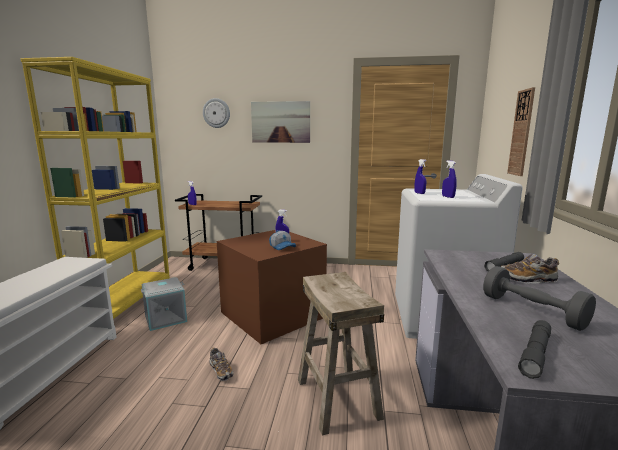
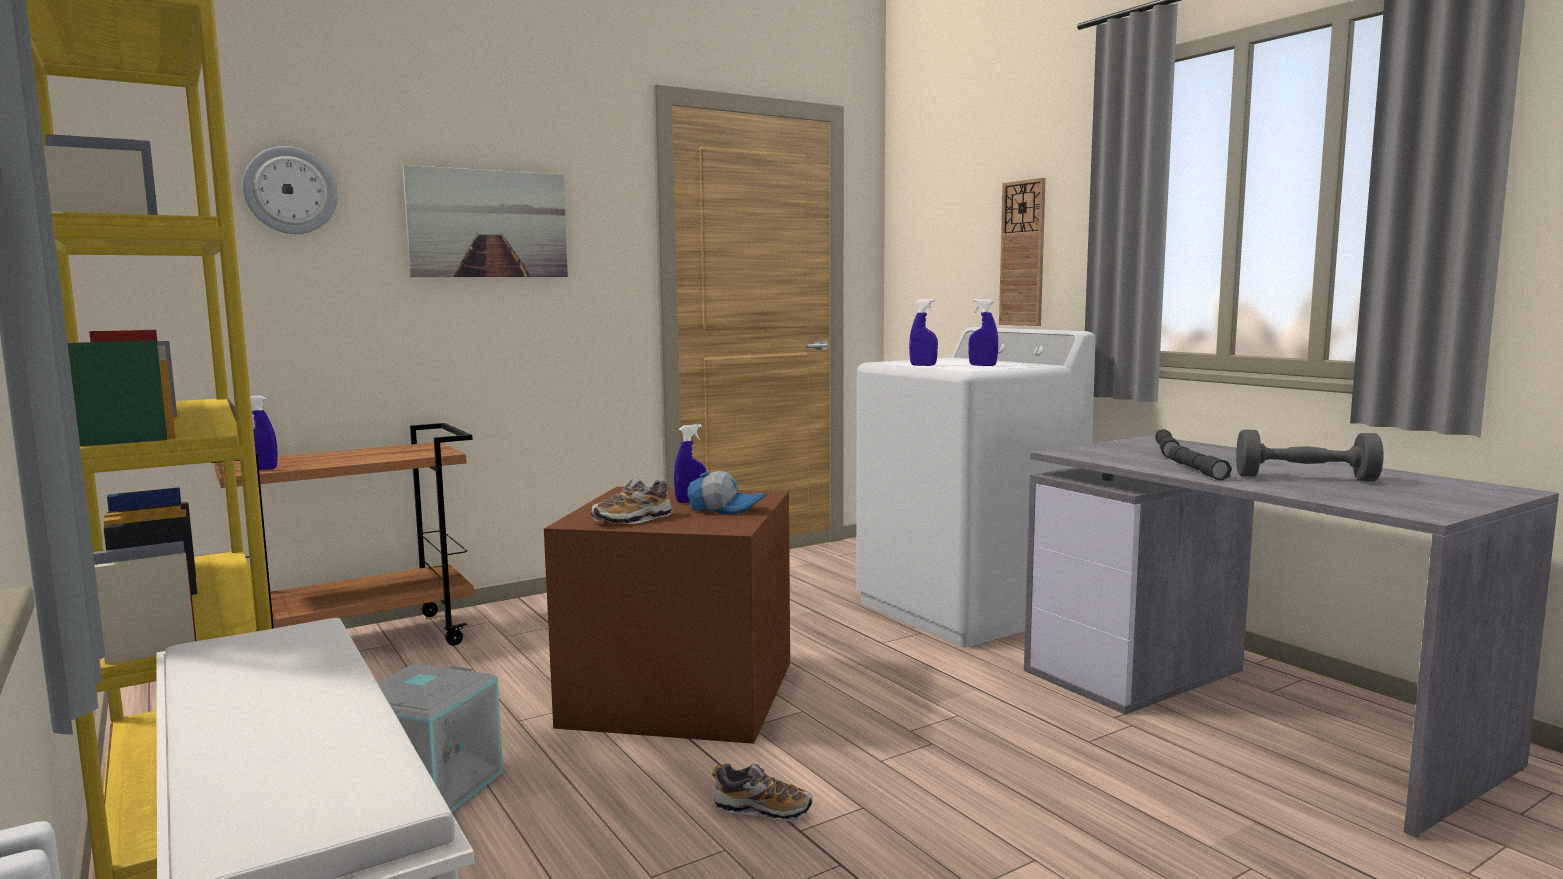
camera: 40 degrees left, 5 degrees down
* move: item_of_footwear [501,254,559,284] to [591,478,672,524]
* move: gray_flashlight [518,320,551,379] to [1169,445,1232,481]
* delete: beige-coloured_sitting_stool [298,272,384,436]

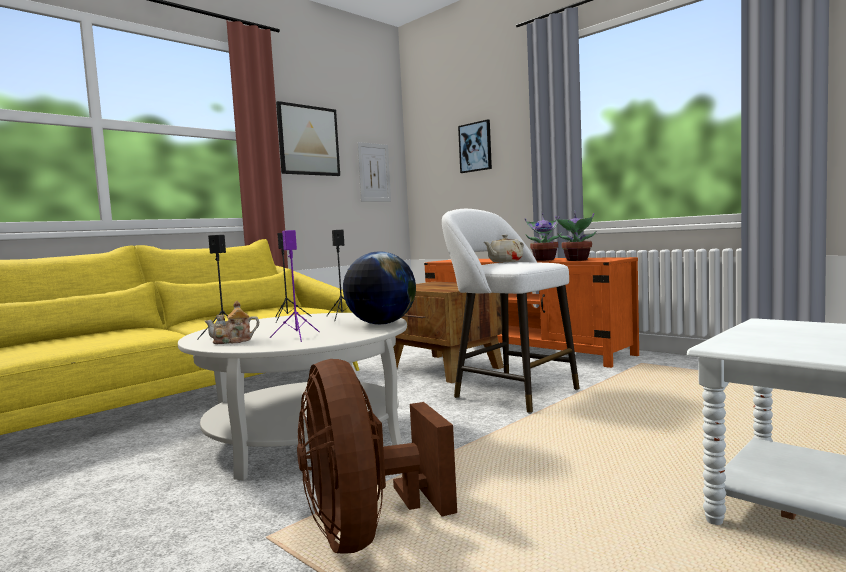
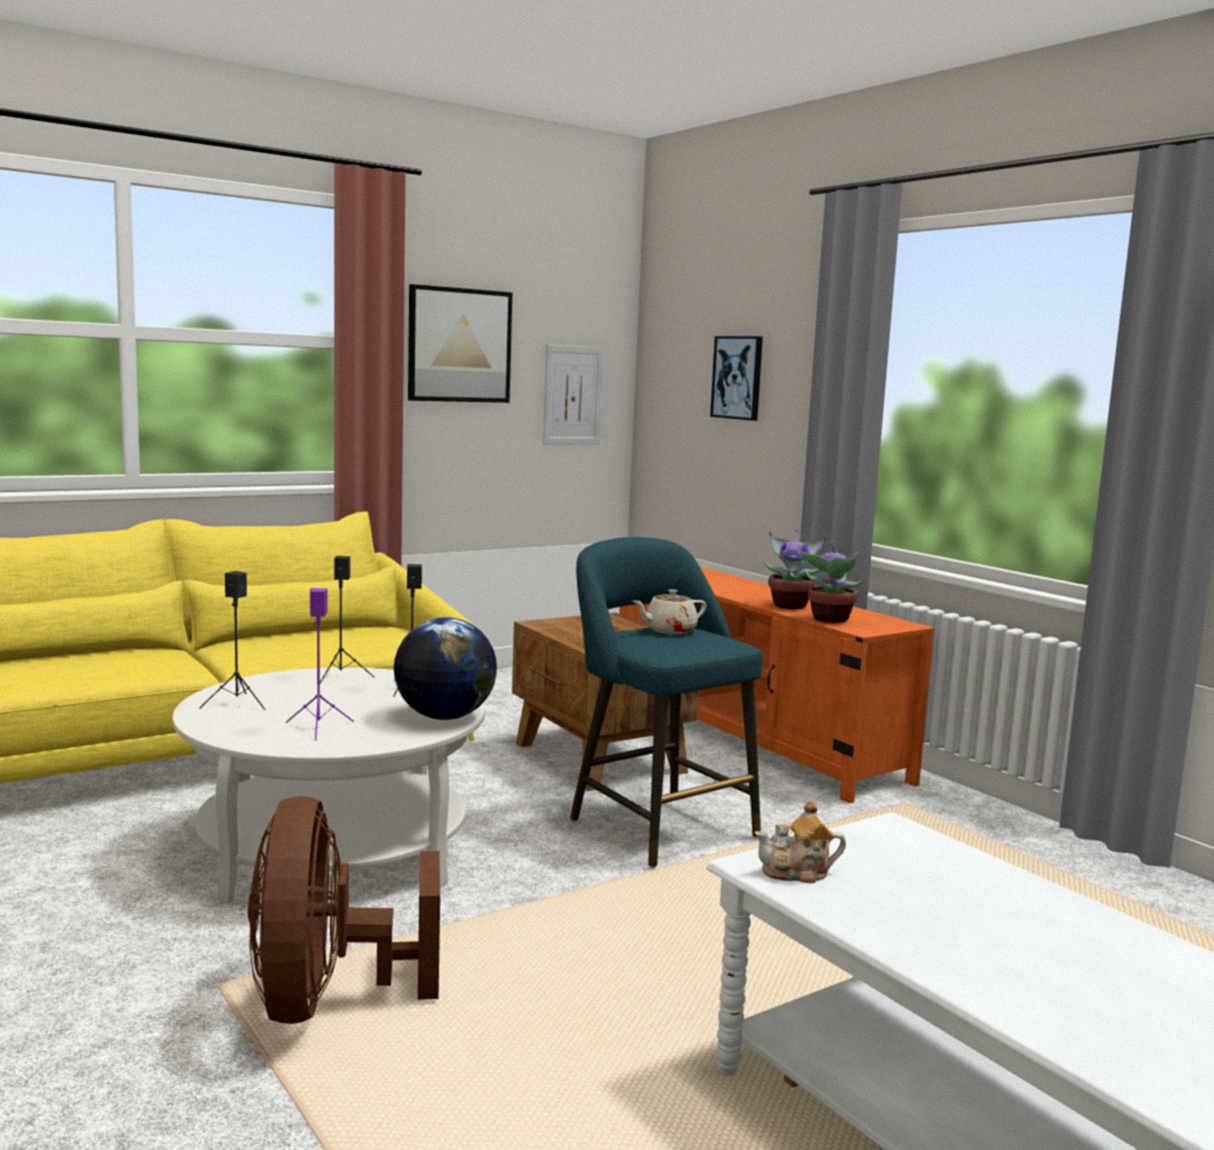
camera: 10 degrees right, 5 degrees up
* recolor: white-coloured_sitting_stool [442,209,579,414] to turquoise_sitting_stool [570,537,762,868]
* move: teapot [205,301,259,344] to [754,801,846,883]

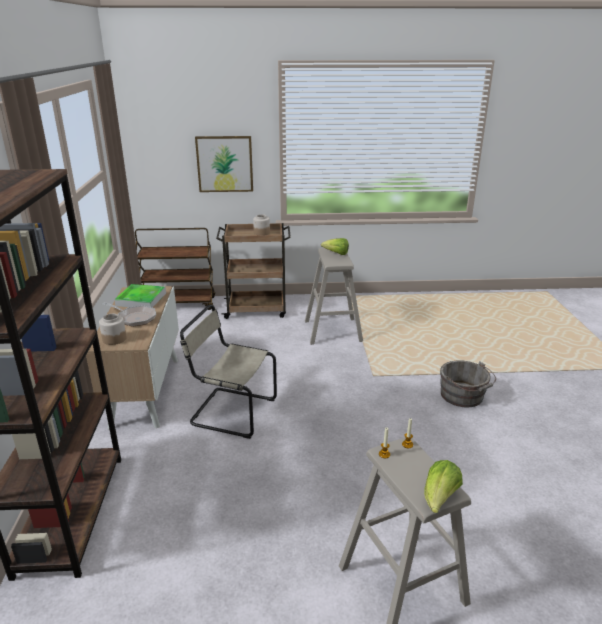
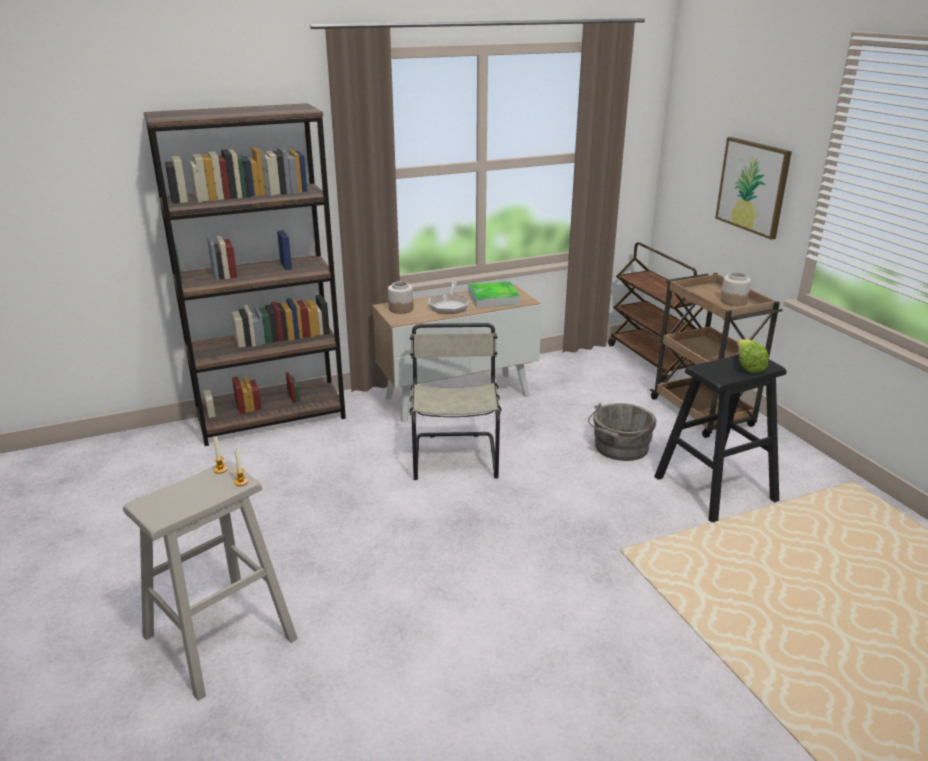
camera: 70 degrees right, 0 degrees up
* move: gray_bucket [440,360,496,407] to [588,403,656,461]
* recolor: beige-coloured_sitting_stool [305,248,363,345] to black_sitting_stool [654,354,786,522]
* delete: head_of_lettuce [424,460,463,513]

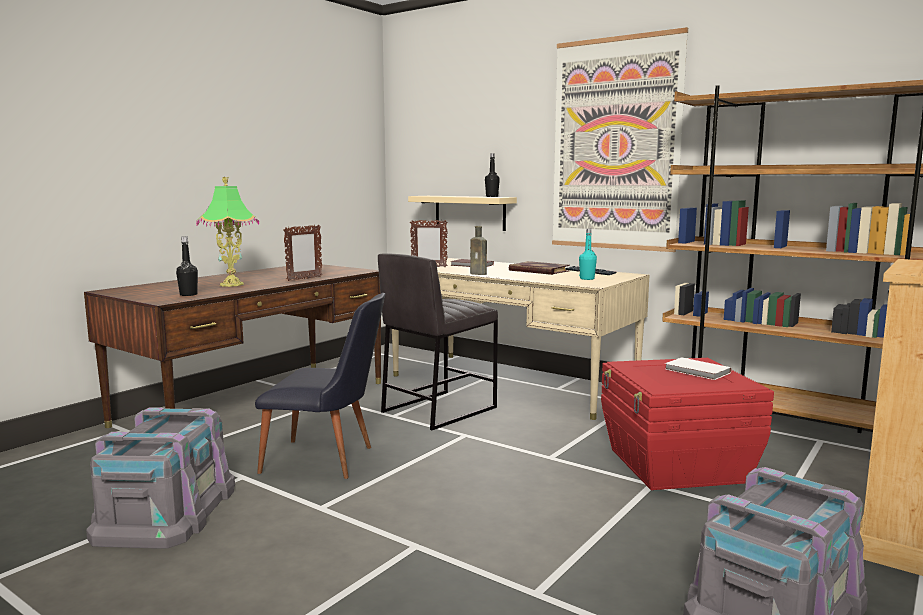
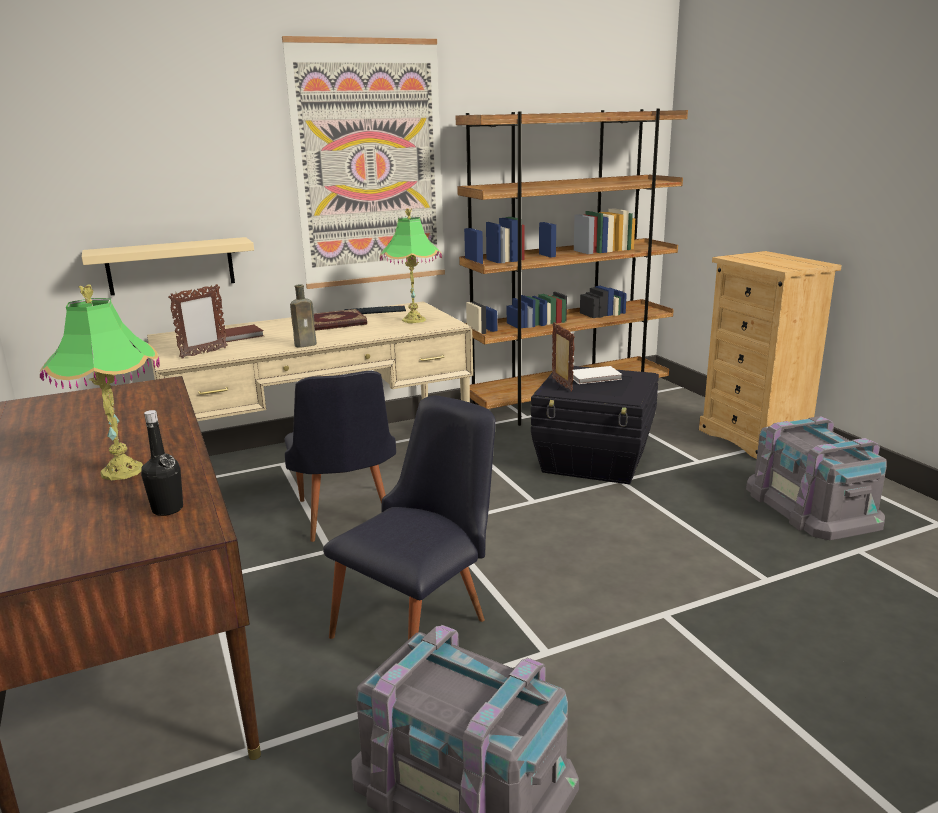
camera: 60 degrees left, 10 degrees up
* replace: gray_sitting_stool [378,253,498,430] to black_chair [285,371,396,542]
* replace: turquoise_beverage_bottle [579,228,597,280] to tabletop_lamp [380,208,442,323]
* recolor: red-coloured_storage_box [601,358,774,490] to black_storage_box [531,366,659,484]
* move: standing_frame [283,225,322,281] to [552,322,575,392]
* delete: black_beverage_bottle [485,153,500,197]

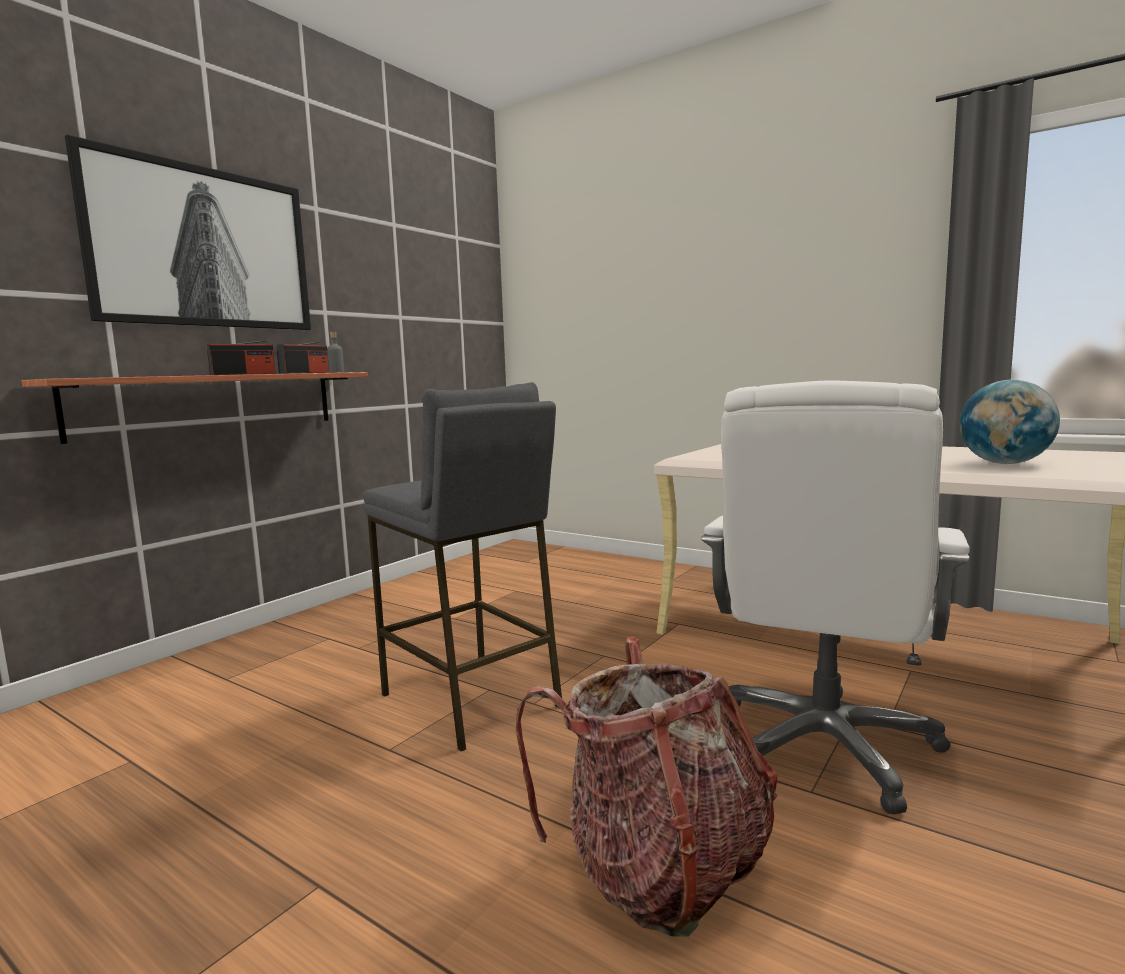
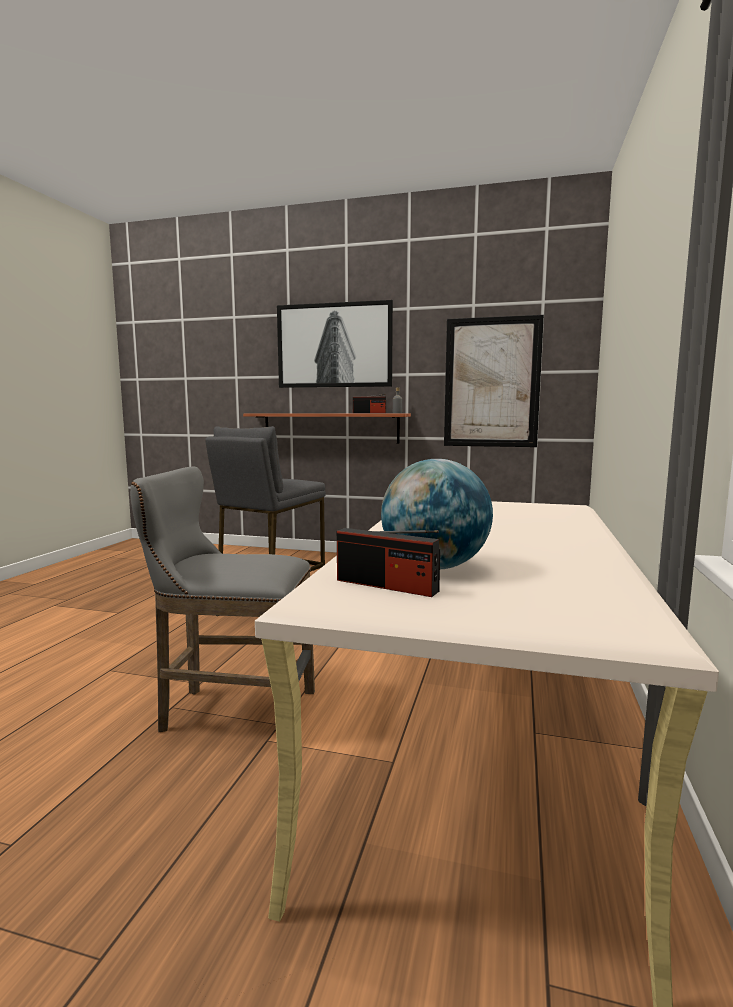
camera: 70 degrees right, 0 degrees up
* replace: white-coloured_computer_chair [701,380,970,815] to gray_sitting_stool [130,467,315,732]
* move: radio [207,340,276,375] to [337,528,440,597]
* insert: picture [444,315,544,447]
* delete: backpack [516,636,778,937]

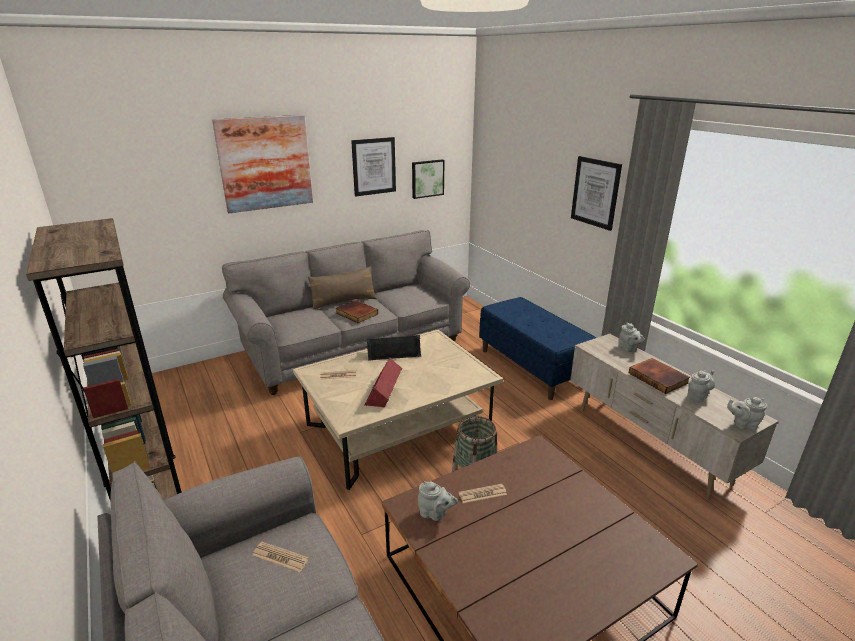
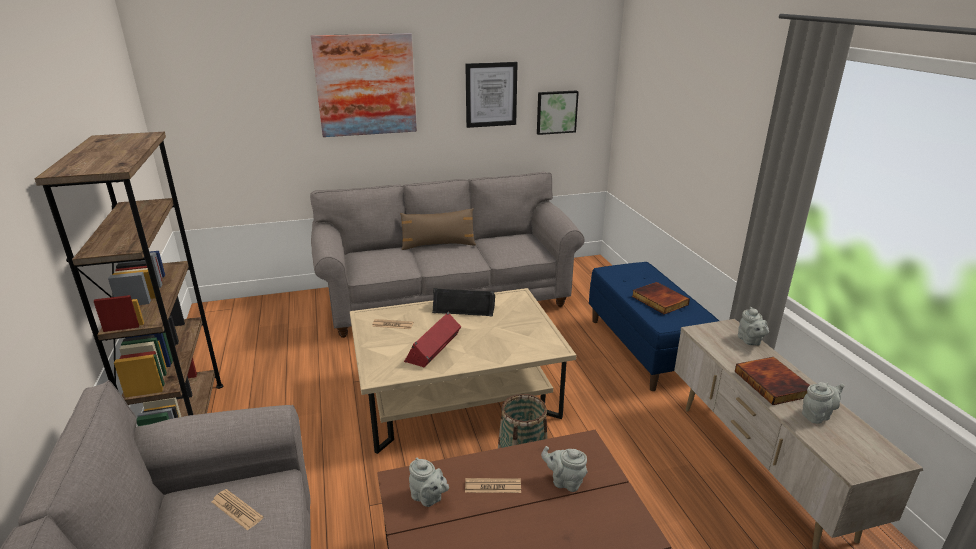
camera: 15 degrees right, 0 degrees up
* move: gray_teapot [727,397,767,431] to [541,446,588,492]
* move: book [336,300,378,323] to [632,282,690,314]
* delete: picture [571,156,622,231]

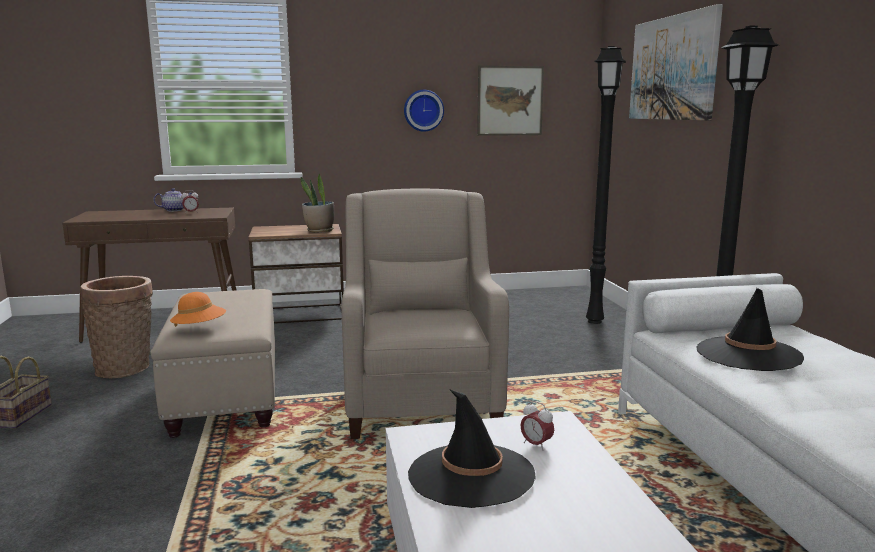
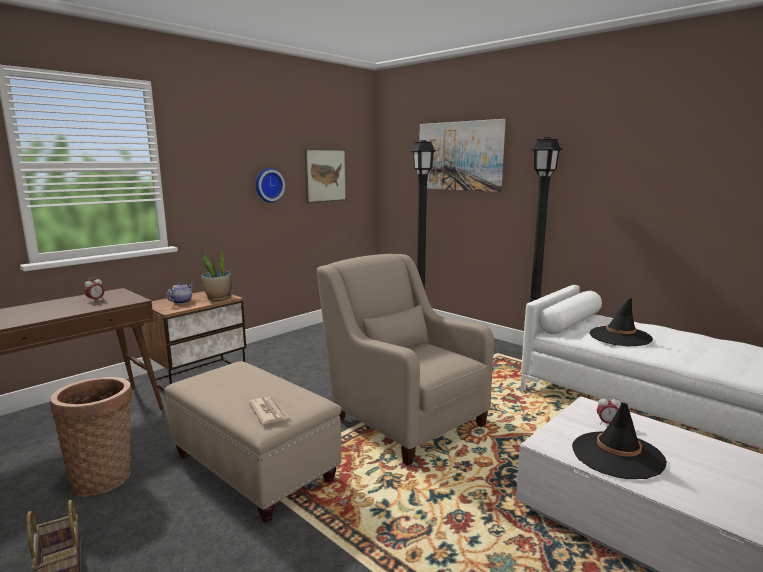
camera: 35 degrees left, 0 degrees up
* move: teapot [153,188,192,211] to [167,282,193,304]
* replace: orangey_wearable_hat [170,292,226,327] to daily_paper [249,397,289,425]

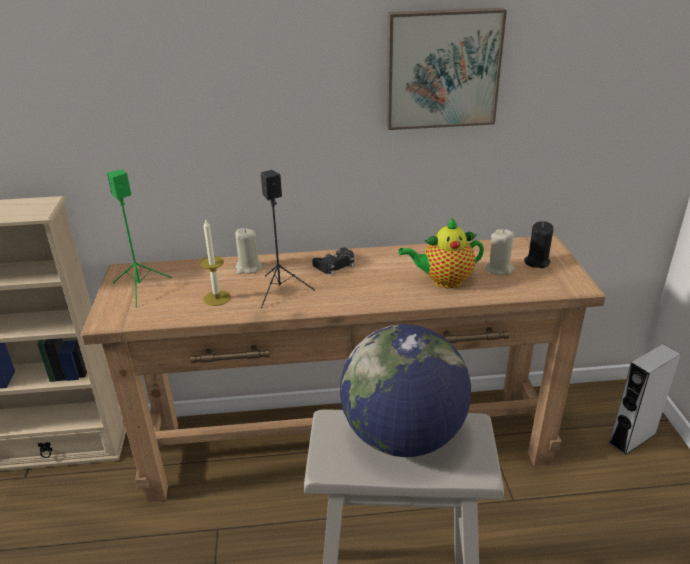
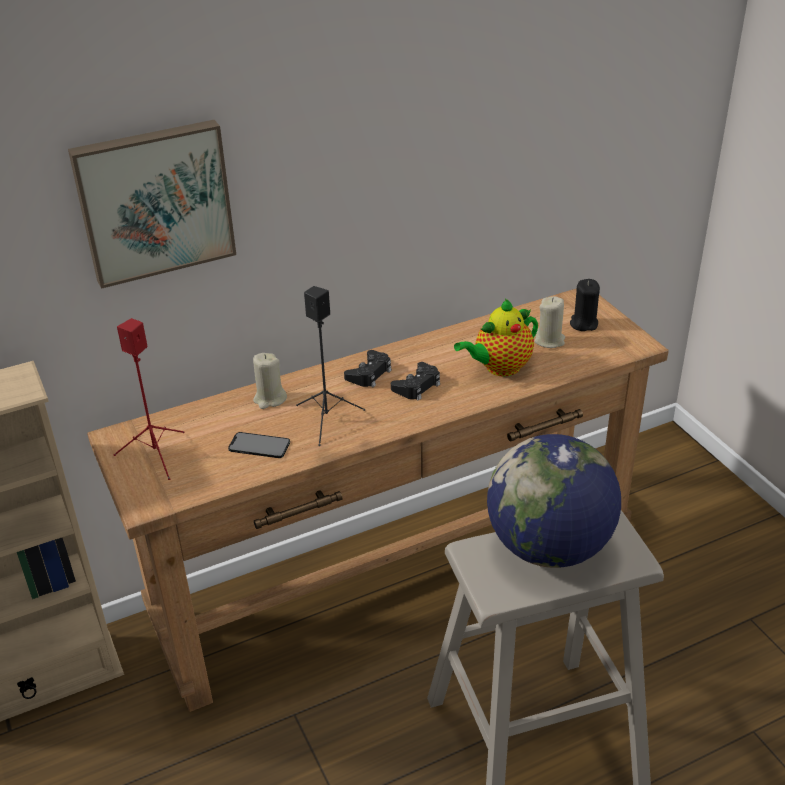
camera: 20 degrees left, 5 degrees up
* move: picture [386,8,507,130] to [68,120,236,289]
* recolor: green_loudspeaker [107,169,172,308] to red-coloured_loudspeaker [114,318,185,480]
* replace: wax_light [200,218,231,306] to telephone [228,432,290,458]
* insert: black_joypad [391,362,440,401]
* delete: gray_loudspeaker [608,344,681,455]

